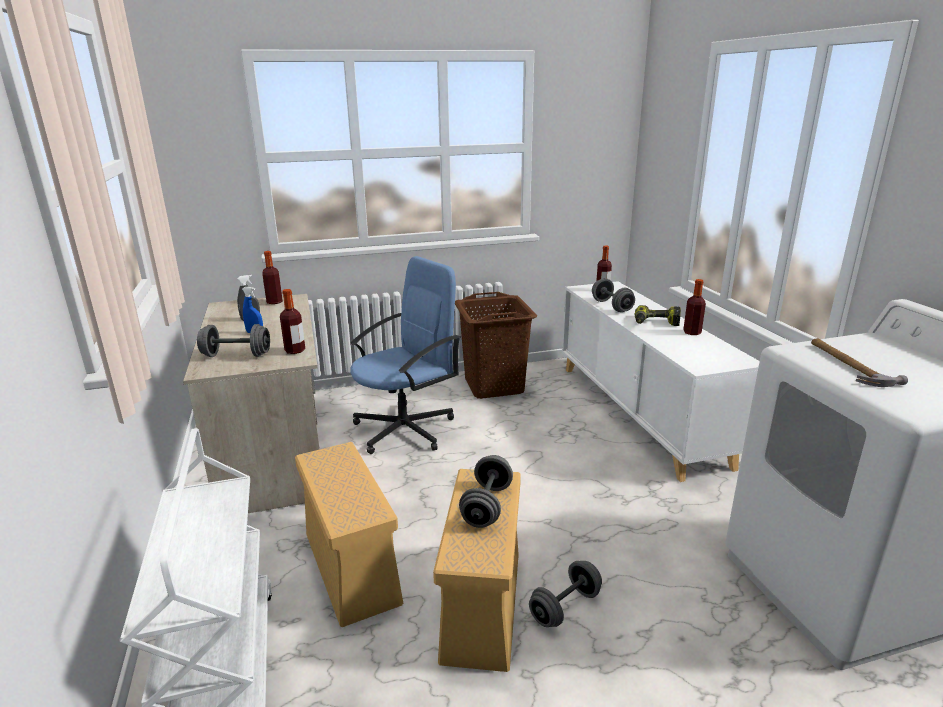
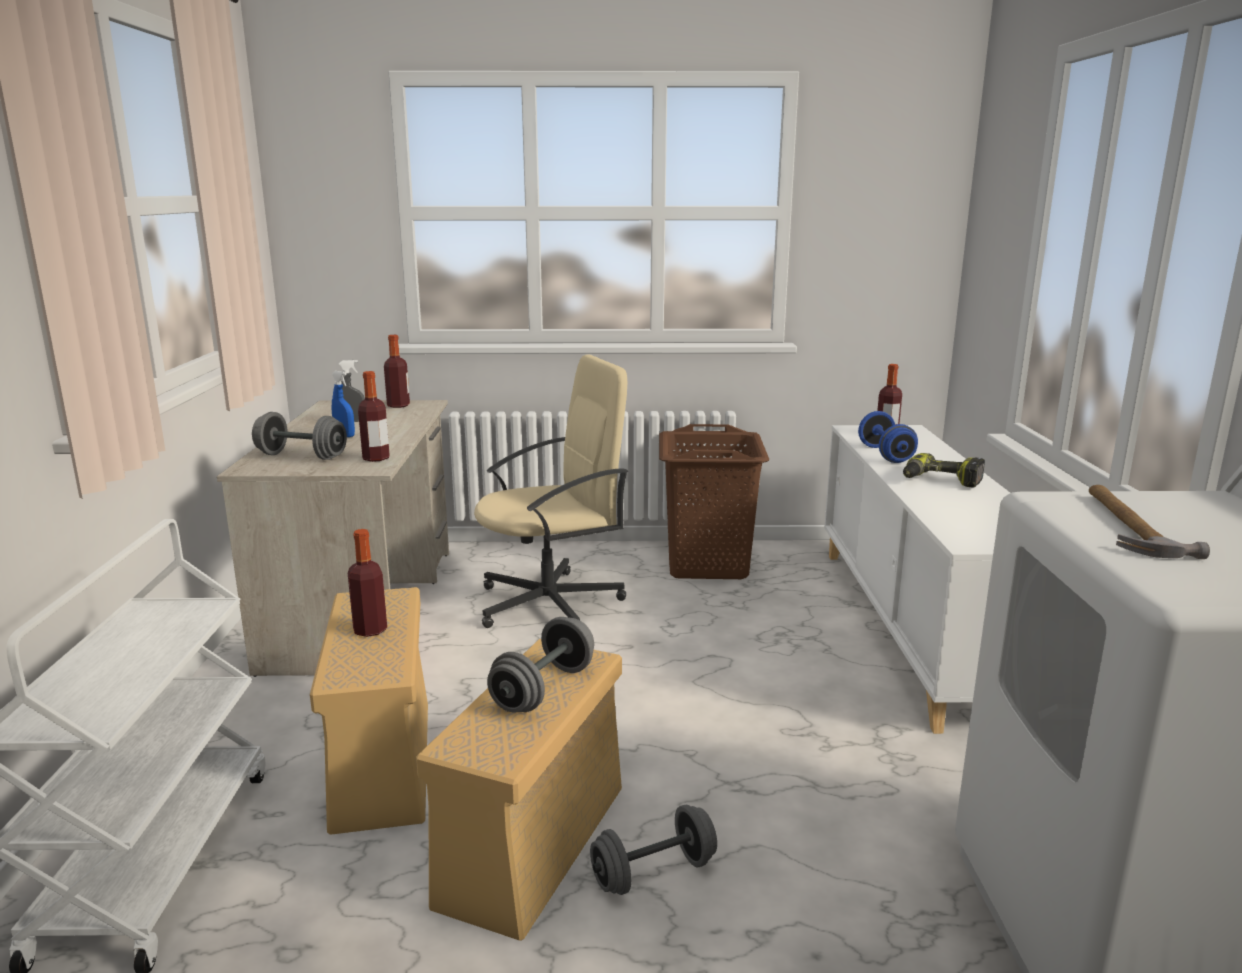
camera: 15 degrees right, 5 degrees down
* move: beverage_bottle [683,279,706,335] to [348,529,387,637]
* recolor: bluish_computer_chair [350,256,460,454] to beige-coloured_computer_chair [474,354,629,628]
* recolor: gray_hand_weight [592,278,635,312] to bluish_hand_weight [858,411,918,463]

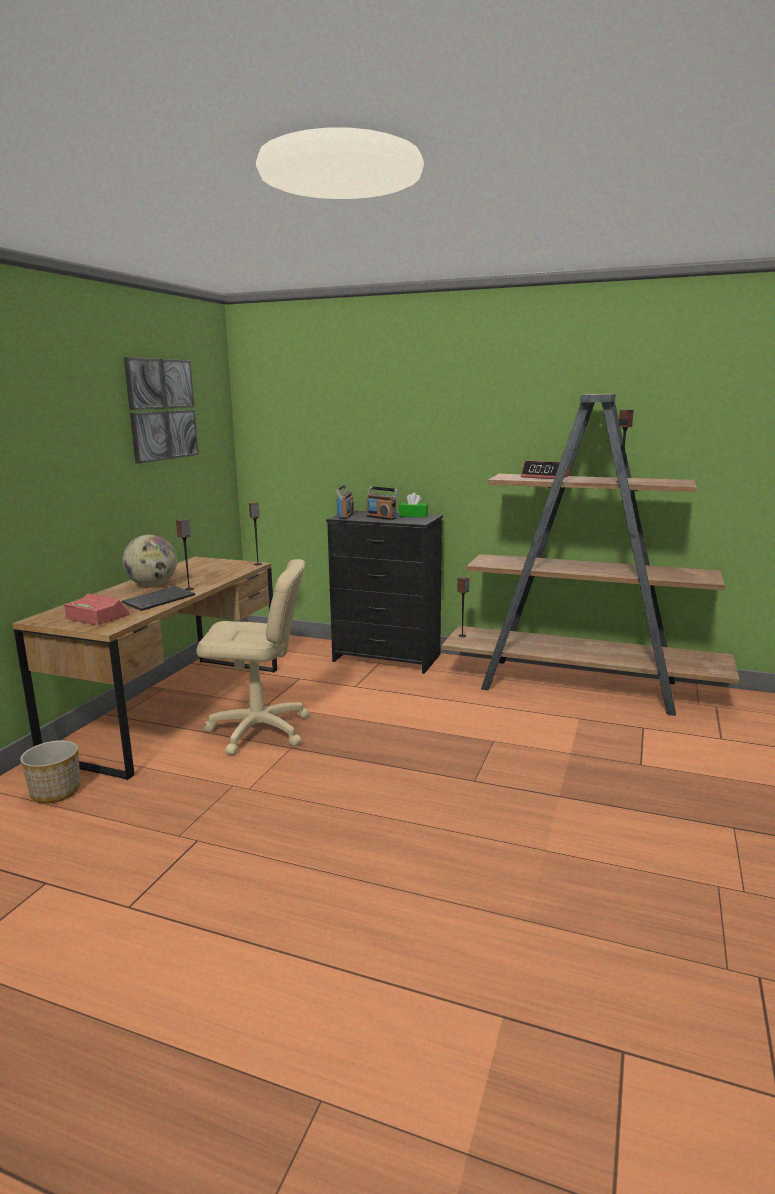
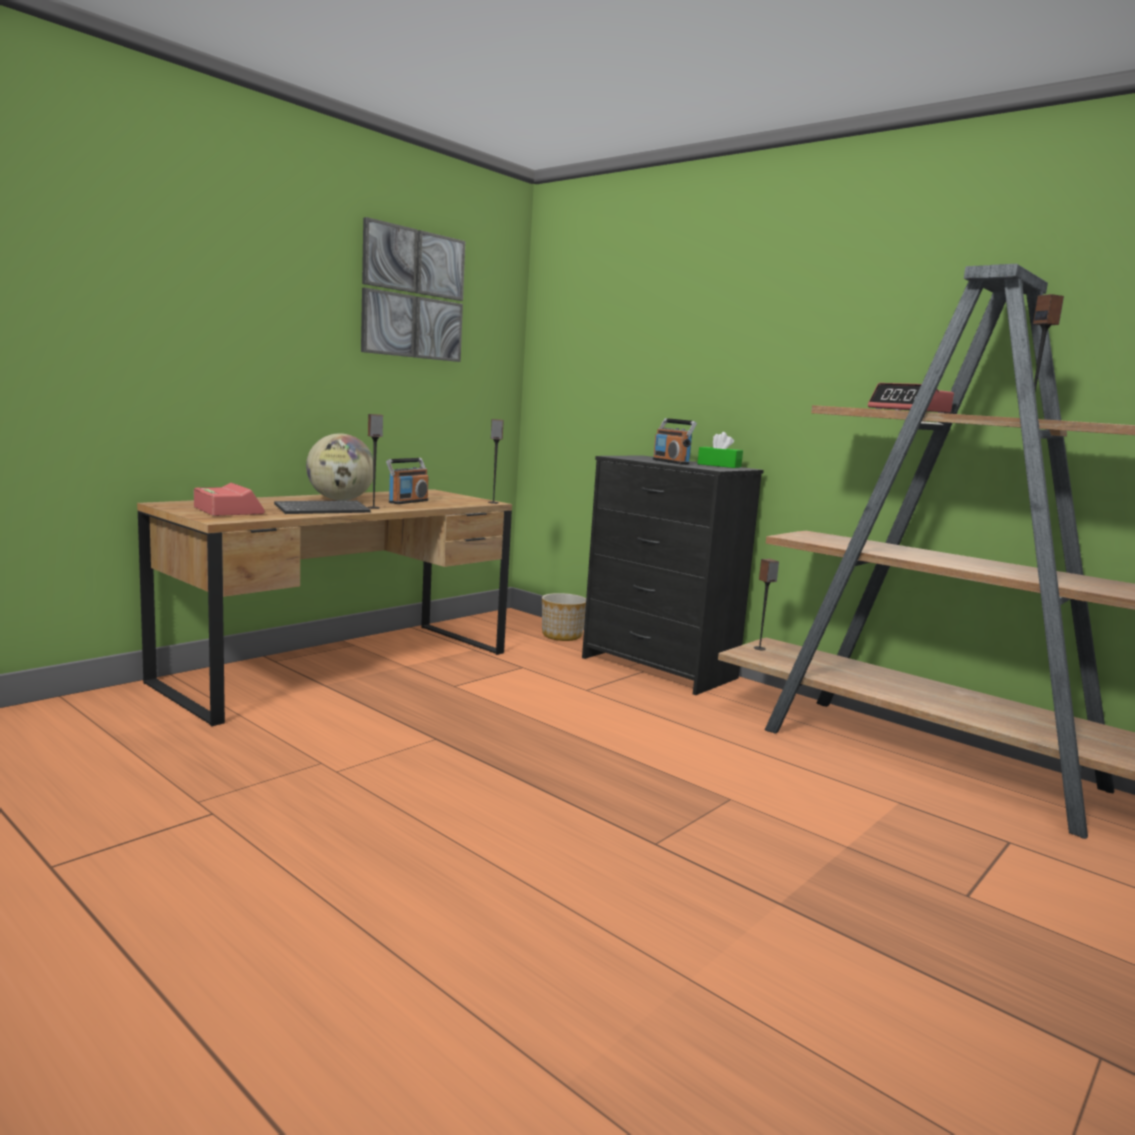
camera: 20 degrees right, 5 degrees down
* move: radio [336,485,354,519] to [386,458,429,504]
* move: flower_pot [20,740,80,803] to [542,593,586,641]
* delete: beige-coloured_computer_chair [197,559,310,755]

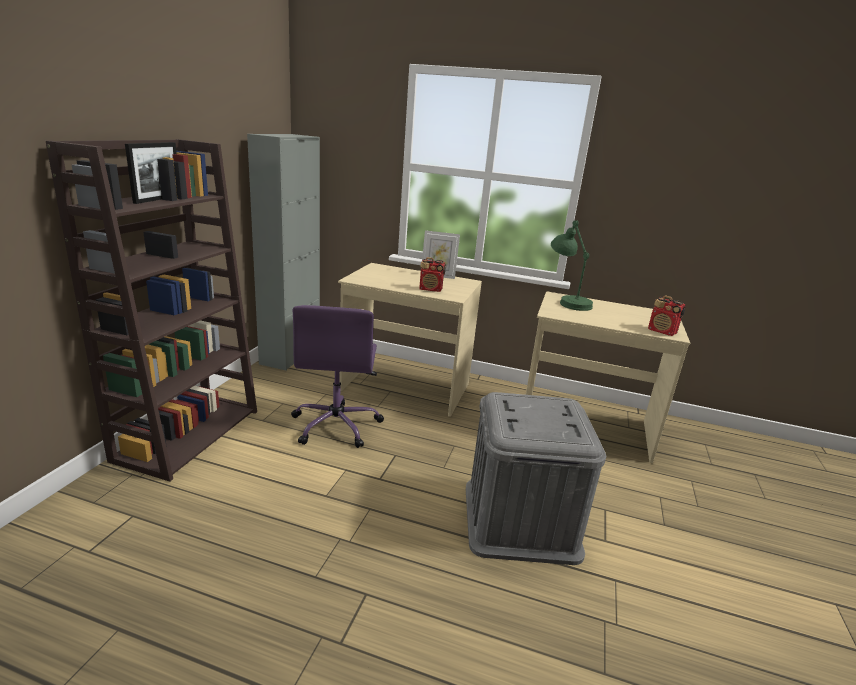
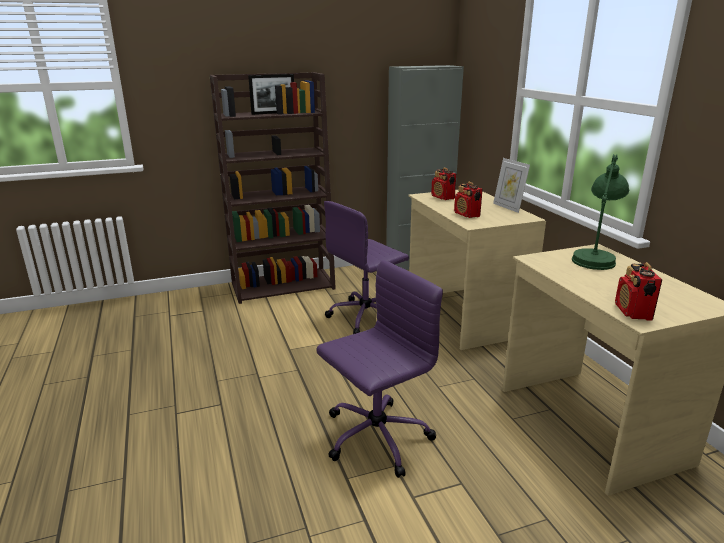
camera: 55 degrees right, 0 degrees up
* replace: gray_storage_box [466,392,606,565] to purplish_computer_chair [317,260,443,478]
* insert: radio [431,168,456,200]

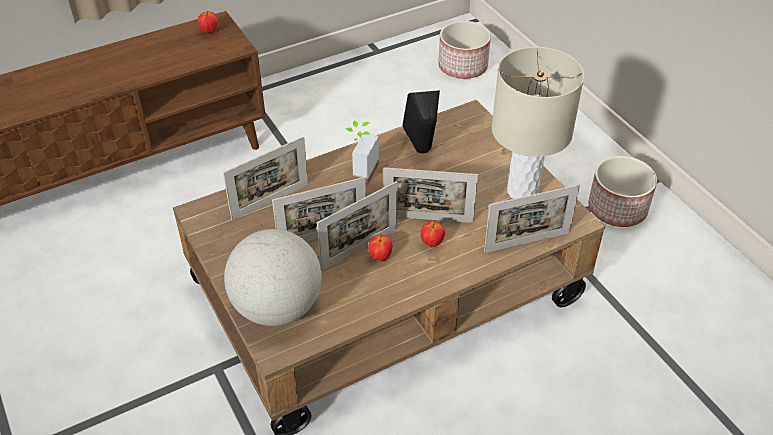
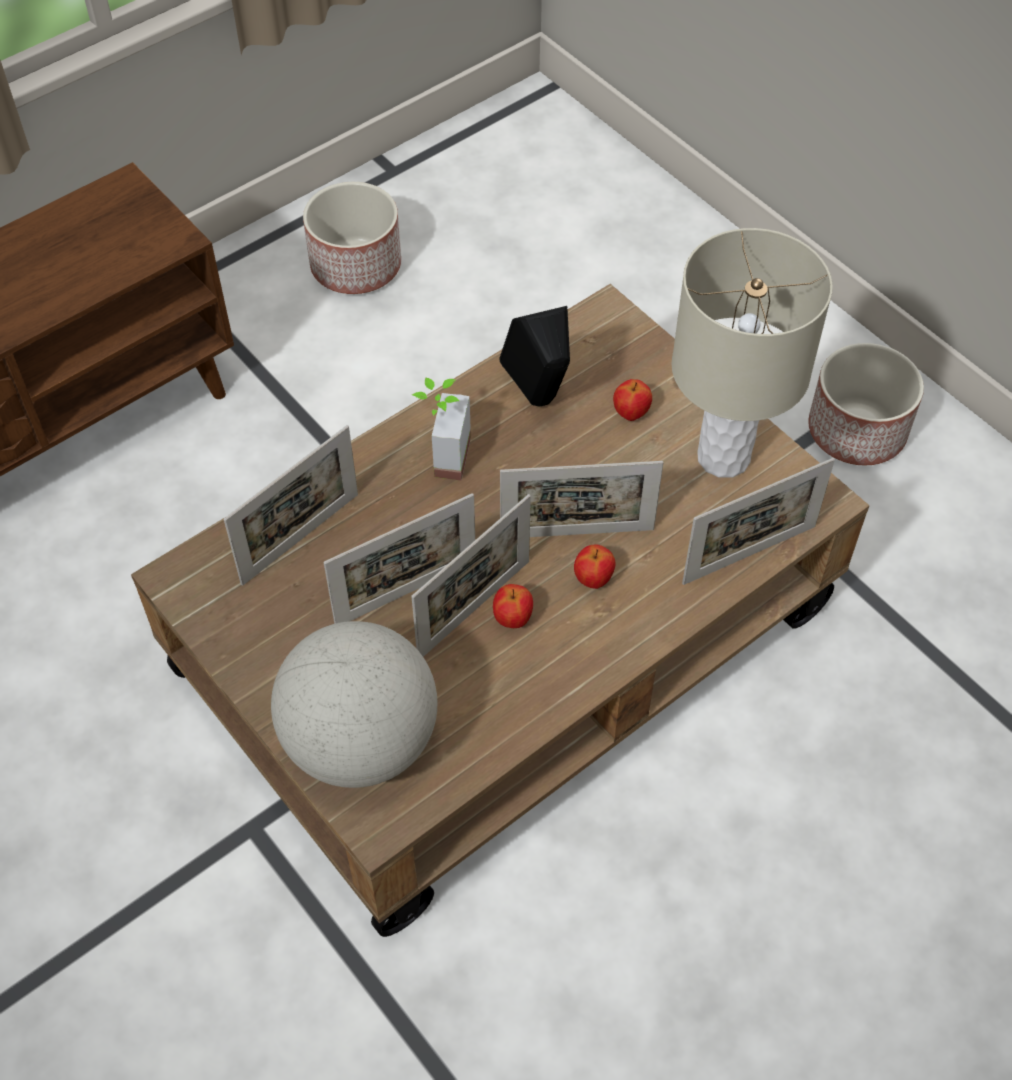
camera: 10 degrees left, 10 degrees up
* move: flower_pot [438,21,491,79] to [303,182,401,294]
* move: apple [198,11,218,34] to [613,379,652,421]

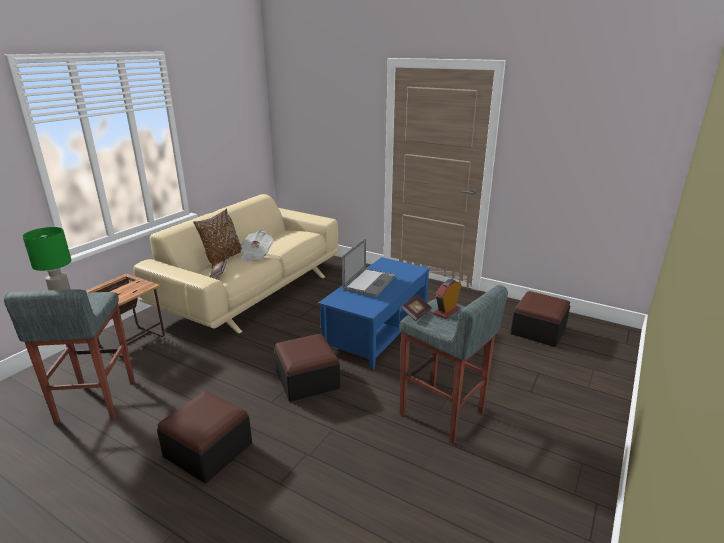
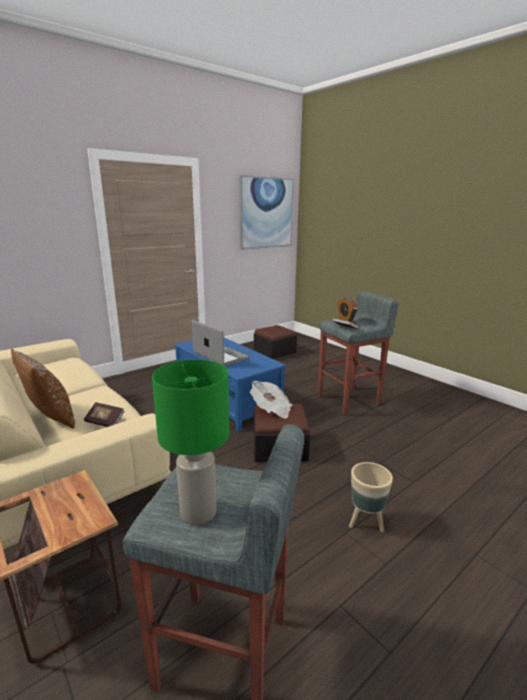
camera: 70 degrees left, 5 degrees down
* insert: picture [239,175,294,250]
* move: daily_paper [240,231,274,262] to [250,381,292,419]
* replace: footrest [157,391,252,483] to beige-coloured_flower_pot [349,462,393,532]

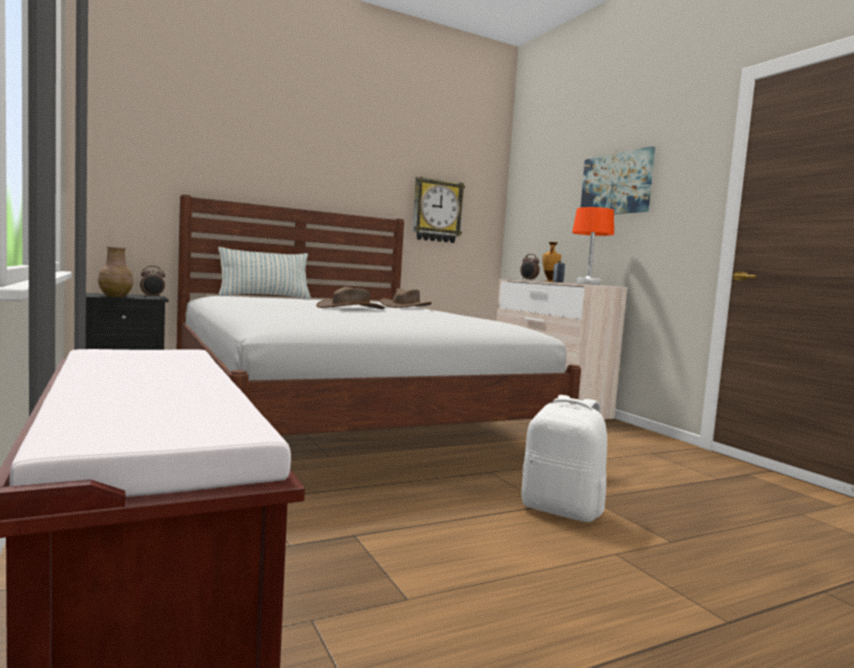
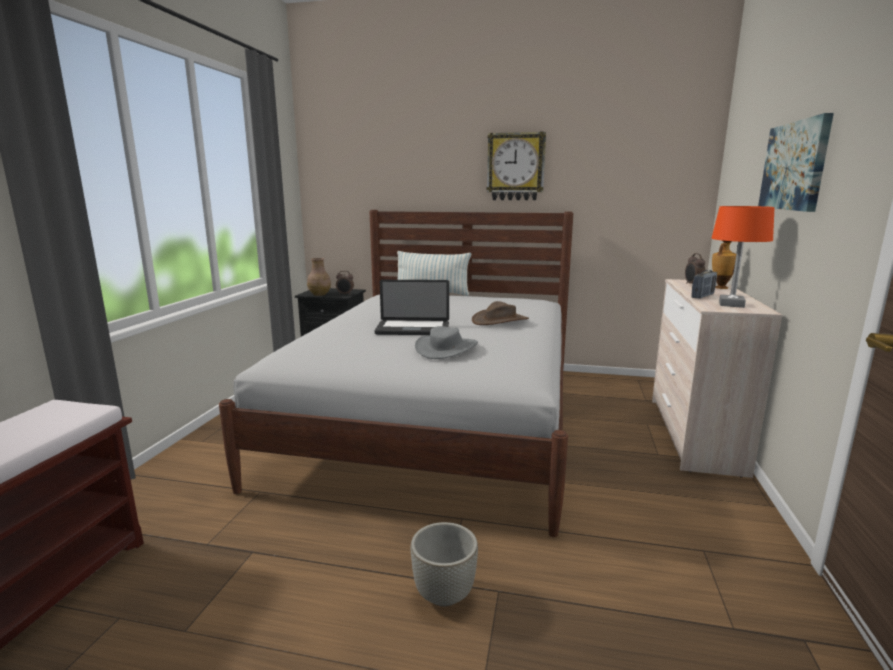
camera: 40 degrees right, 10 degrees up
* replace: brown-coloured_wearable_hat [316,287,385,309] to portable_computer [374,280,449,335]
* replace: white-coloured_backpack [521,395,607,522] to gray_flower_pot [410,522,478,606]
* insert: gray_wearable_hat [415,326,478,359]
* move: clock_on_the_wall [412,177,465,243] to [487,132,546,200]

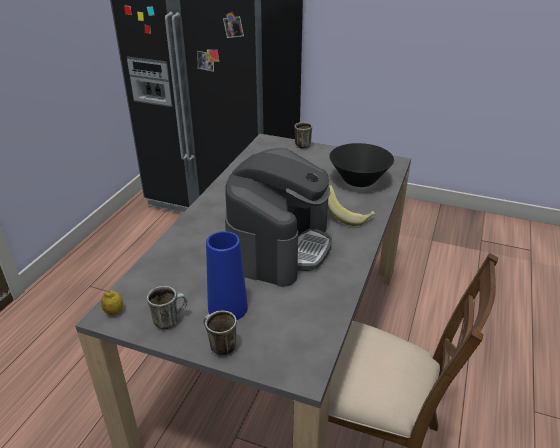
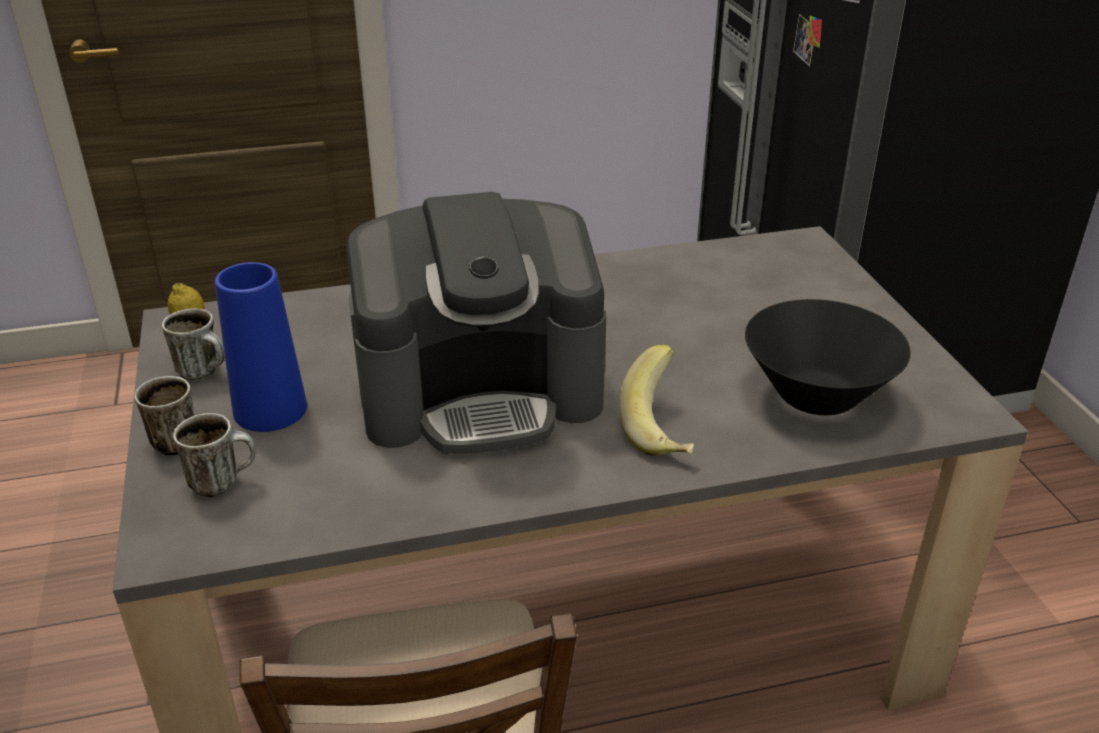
camera: 55 degrees right, 0 degrees up
* move: coffee_mug [294,122,312,149] to [173,413,256,497]

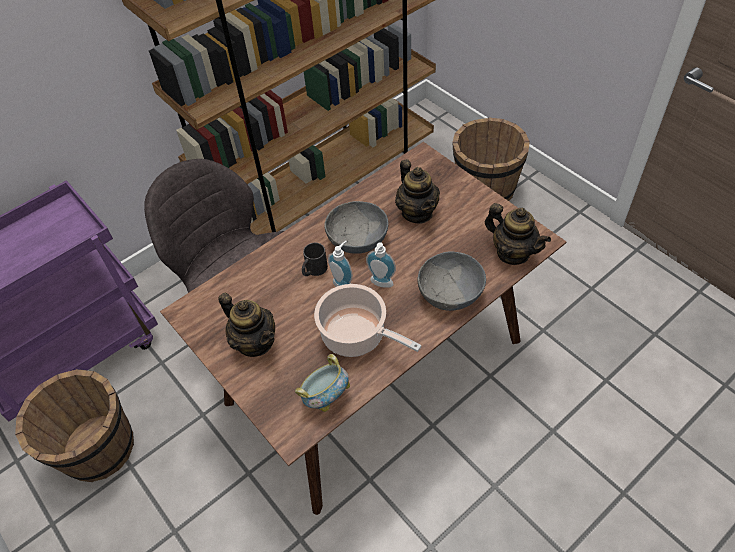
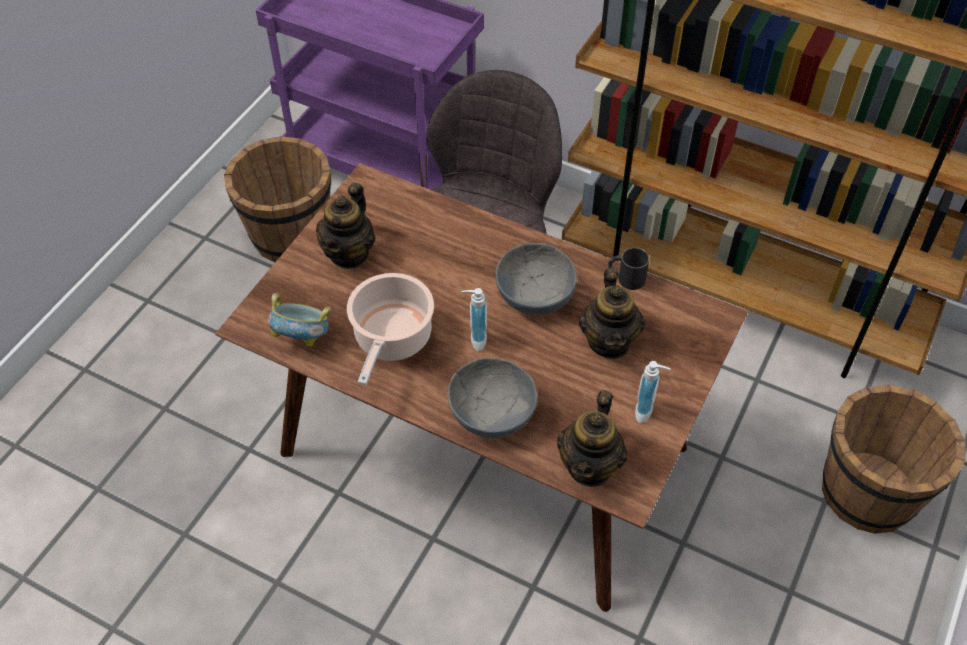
camera: 65 degrees right, 0 degrees up
* rotate: teapot [395,159,440,224] = [579,268,645,359] 45 degrees counterclockwise
* move: black_coffee_mug [302,243,328,276] to [608,248,649,290]
* move: soap_dispenser [328,241,353,287] to [635,361,671,423]

